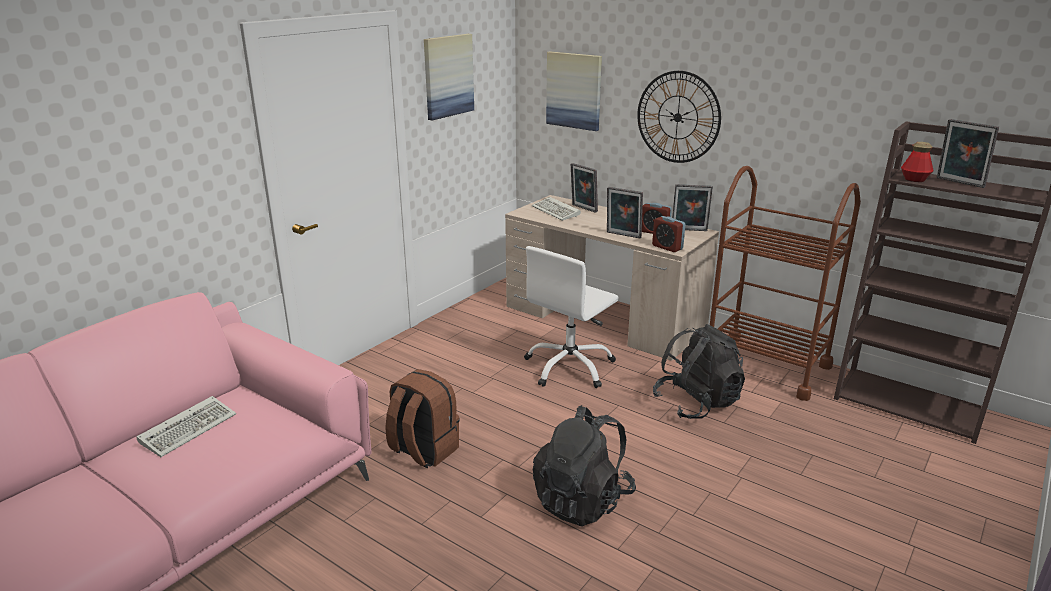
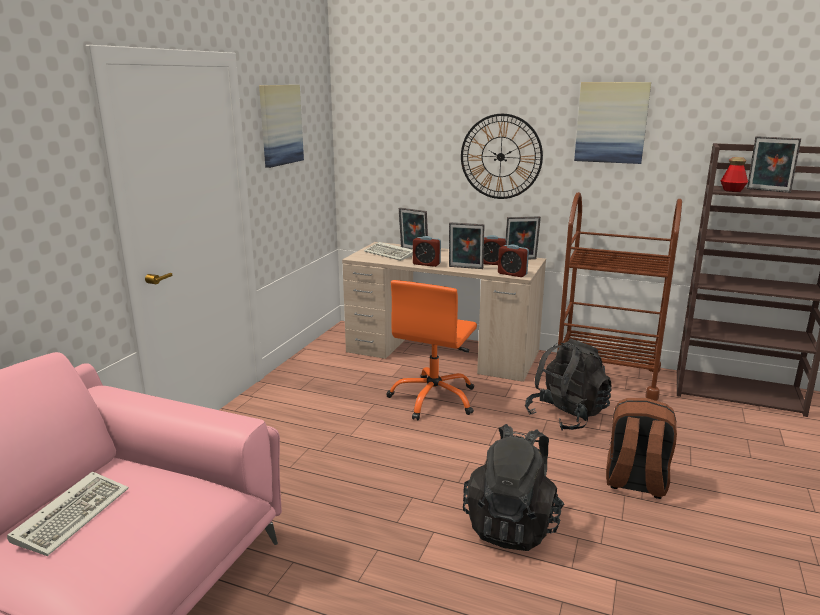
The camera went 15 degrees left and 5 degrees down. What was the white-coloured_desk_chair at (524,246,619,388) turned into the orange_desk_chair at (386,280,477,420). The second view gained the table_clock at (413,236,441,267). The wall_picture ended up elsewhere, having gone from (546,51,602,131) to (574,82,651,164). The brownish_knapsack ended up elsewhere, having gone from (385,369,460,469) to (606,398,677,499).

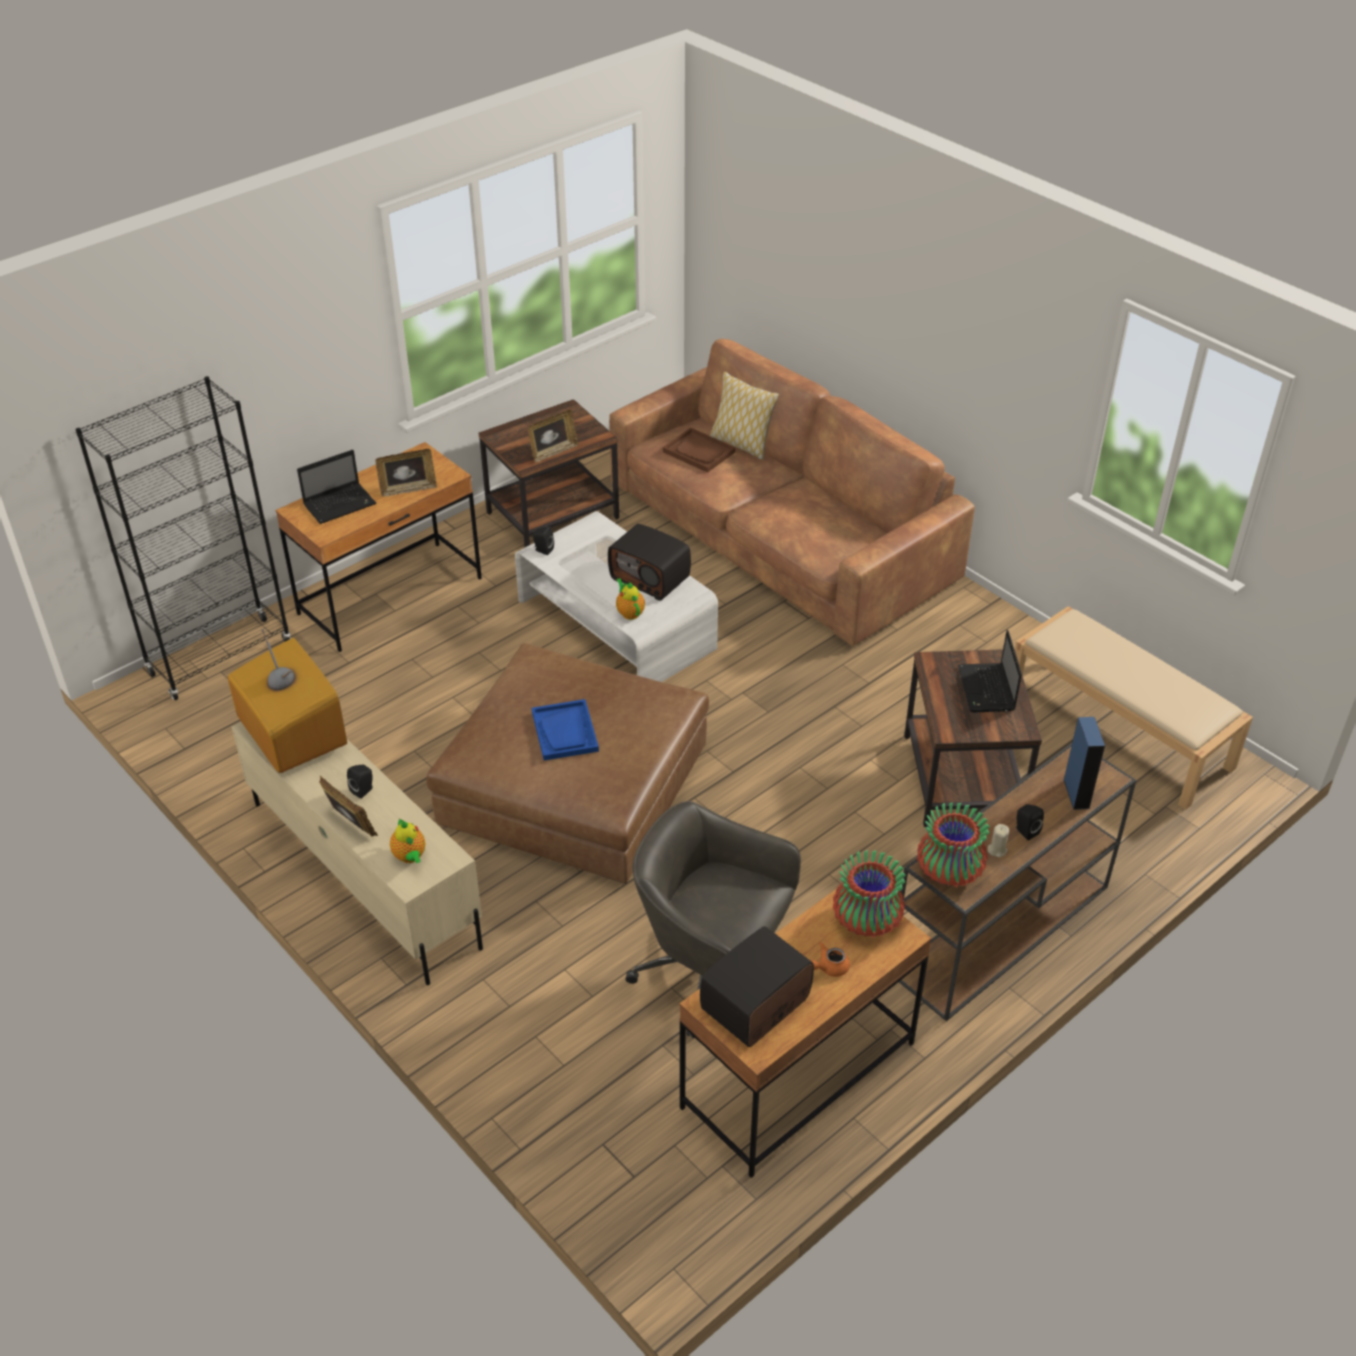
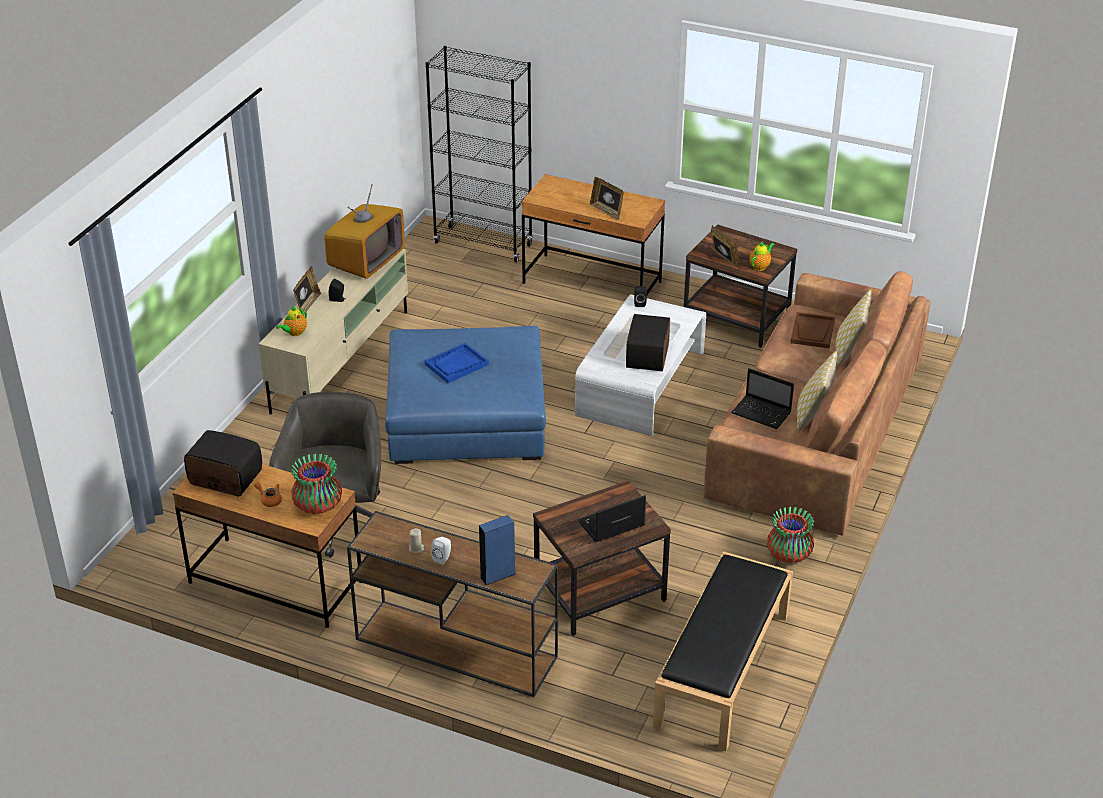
The camera went 65 degrees right and 5 degrees down. What was the brownish_ottoman at (426,643,709,884) turned into the blue-coloured_ottoman at (385,326,546,464). What was the black-coloured_audio_speaker at (1015,804,1044,840) turned into the white-coloured_audio_speaker at (431,537,451,565). What was the beige-coloured_bench at (1015,606,1253,809) turned into the black-coloured_bench at (653,552,793,751). The picture_frame at (528,410,579,463) ended up facing another way, 150 degrees counterclockwise from before. The portable_computer ended up elsewhere, having gone from (297,450,376,524) to (731,368,794,429). The pot_for_tea ended up elsewhere, having gone from (616,578,645,620) to (749,242,775,271). The flower_vase ended up elsewhere, having gone from (917,802,990,887) to (767,507,814,563). The second view gained the pillow at (797,351,837,431).

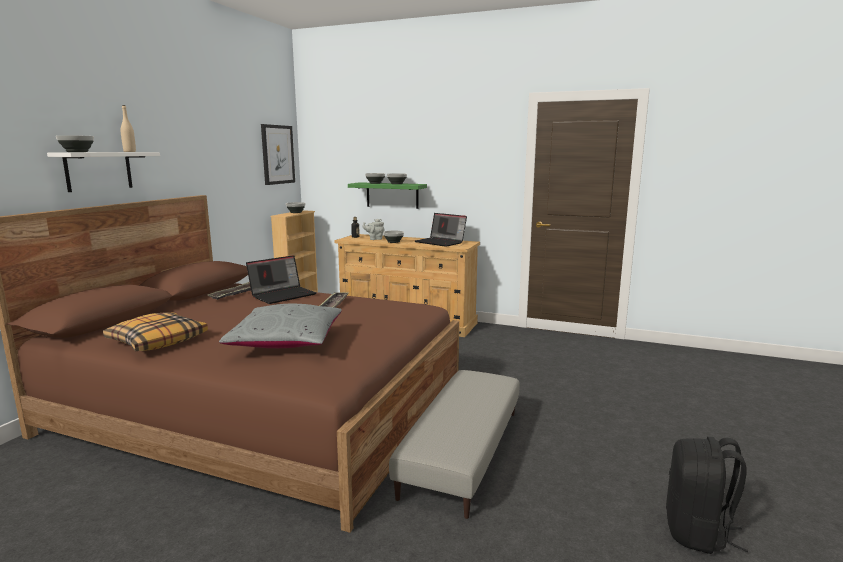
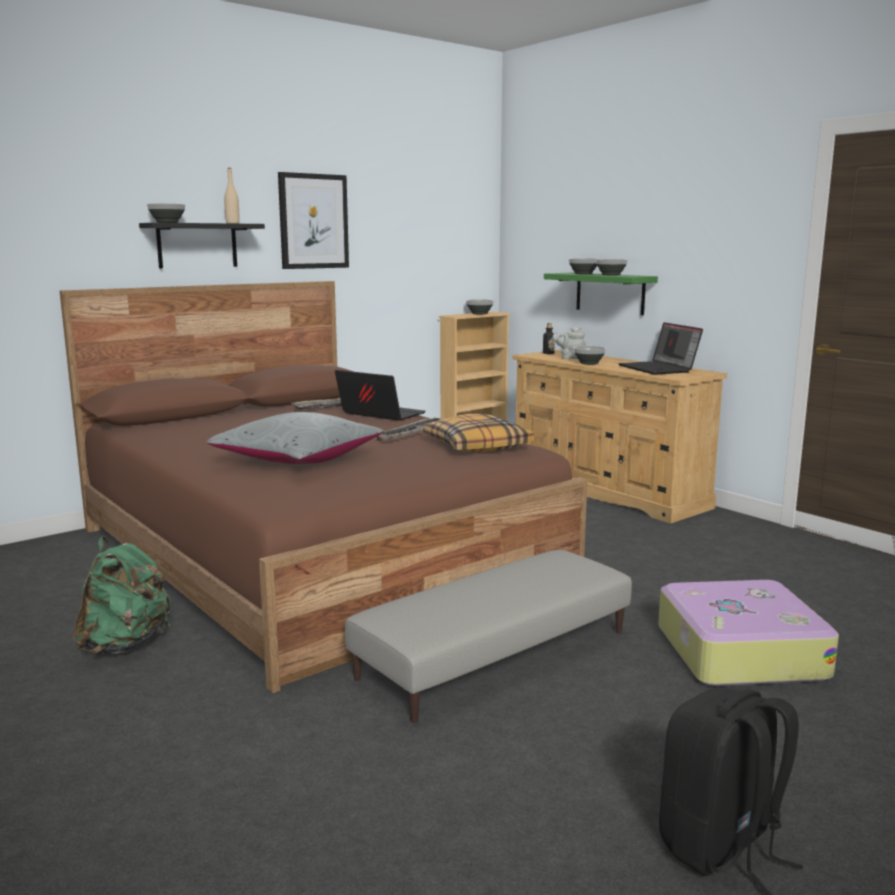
The camera went 30 degrees right and 0 degrees up. The second view gained the greenish_knapsack at (74,535,172,654). What was the white-coloured_wall_shelf at (47,152,160,192) turned into the black-coloured_wall_shelf at (139,223,265,268). The wall_picture ended up elsewhere, having gone from (261,124,295,185) to (278,172,349,269). The portable_computer at (246,255,316,304) ended up facing another way, 135 degrees counterclockwise from before. The pillow ended up elsewhere, having gone from (103,312,208,351) to (423,414,534,452). The second view gained the piece_of_luggage at (658,580,839,686).

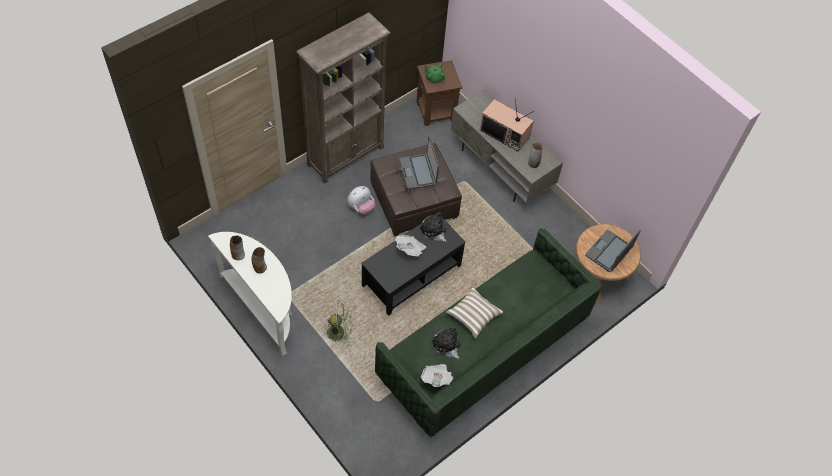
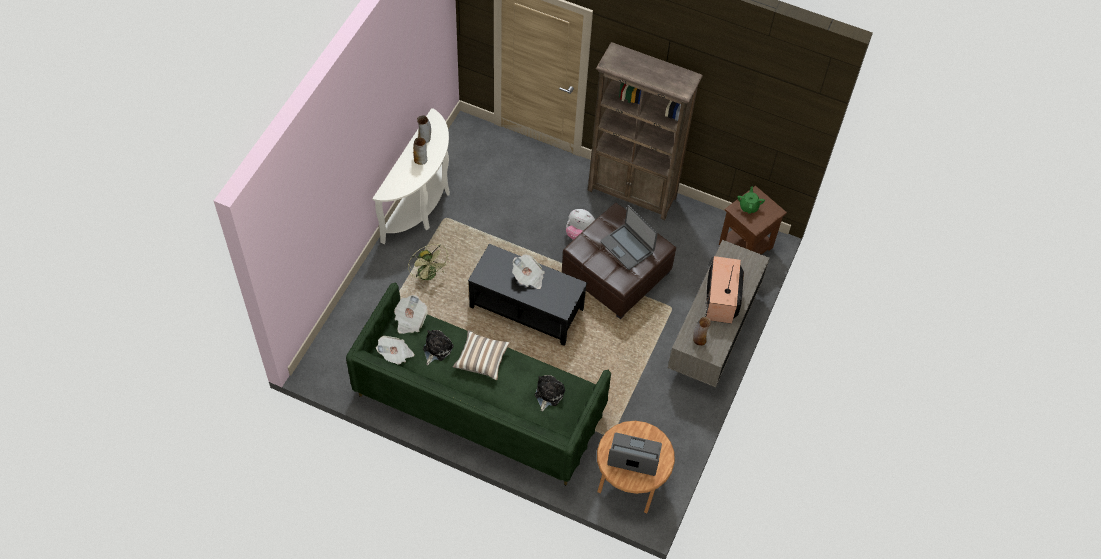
The camera went 65 degrees right and 0 degrees up. The second view gained the newspaper at (394,295,428,334). The cuddly_toy ended up elsewhere, having gone from (420,212,447,242) to (535,375,565,412). The portable_computer at (399,136,439,189) ended up facing another way, 90 degrees counterclockwise from before.

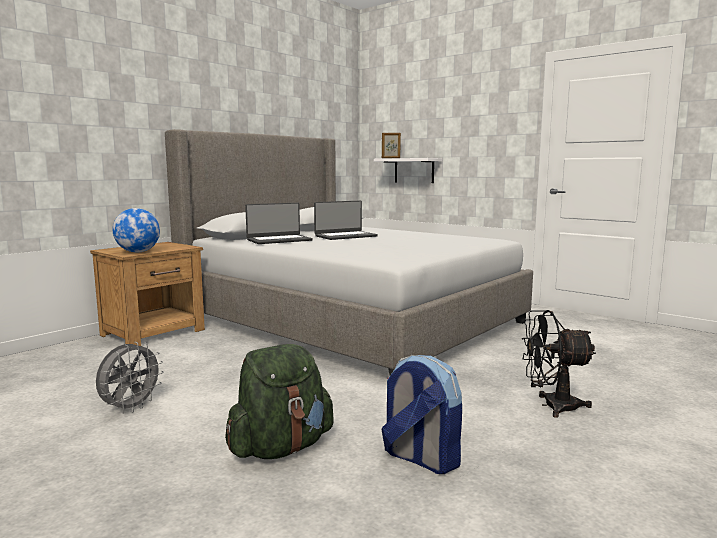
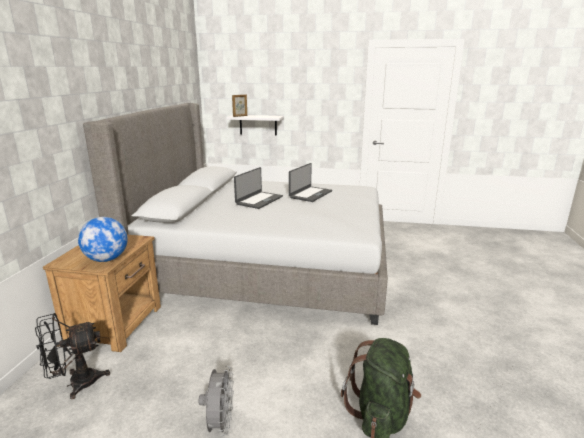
The camera went 30 degrees left and 10 degrees up. The black-coloured_cooling_fan ended up elsewhere, having gone from (522,310,596,418) to (35,313,110,399). The portable_computer ended up elsewhere, having gone from (245,203,313,244) to (289,163,332,202). The second view lost the knapsack at (381,355,462,474).

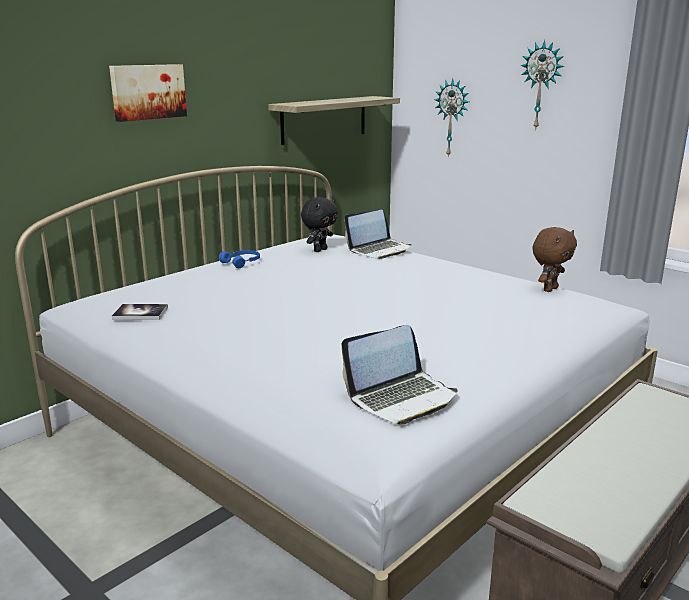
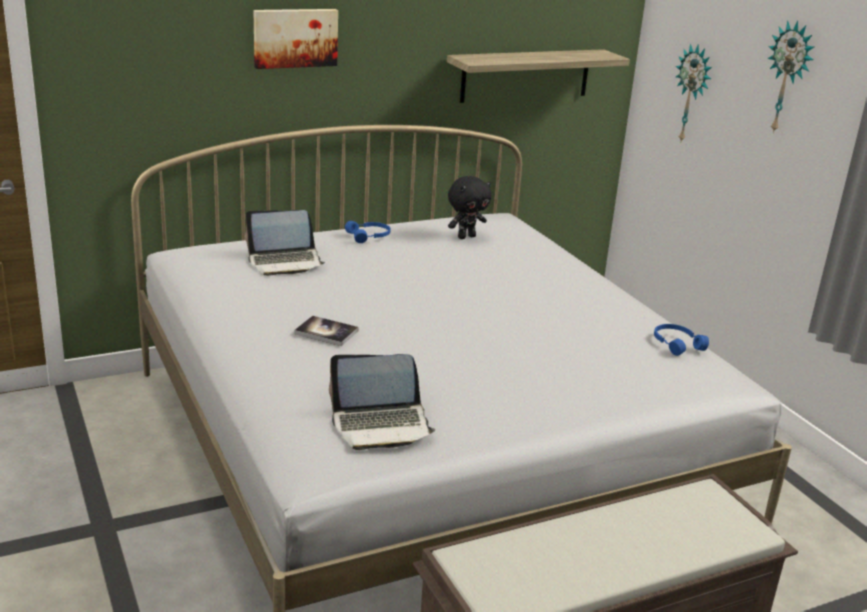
The camera went 20 degrees right and 5 degrees up. The portable_computer ended up elsewhere, having gone from (344,210,412,259) to (245,210,325,276). The book ended up elsewhere, having gone from (112,304,168,320) to (294,316,359,346). Where the brownish_cuddly_toy stood at (532,227,577,292), the blue-coloured_pair_of_headphones came to stand at (654,324,709,356).

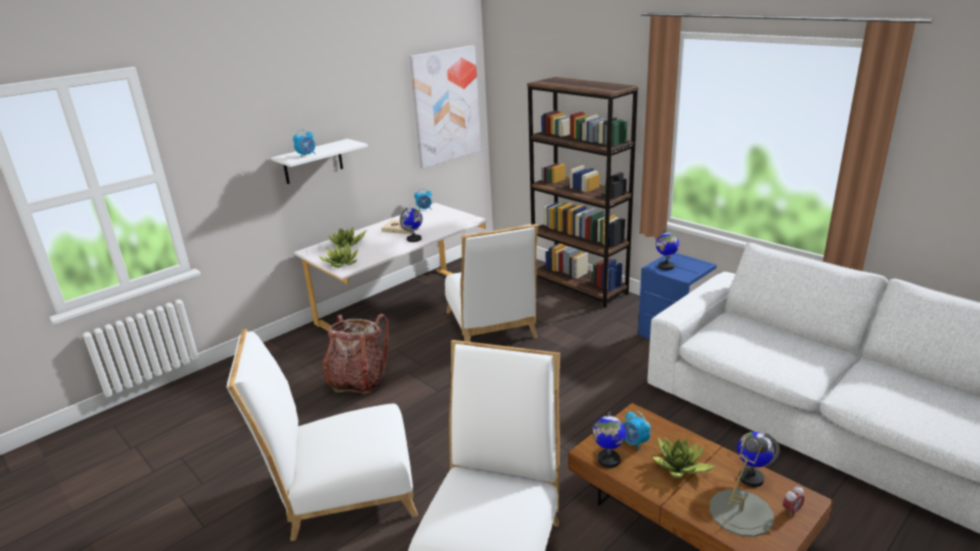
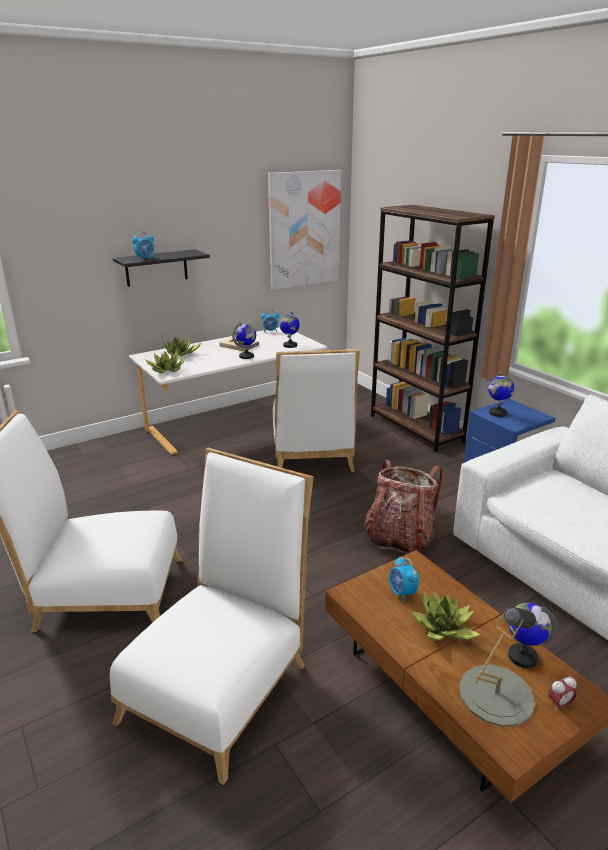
The camera went 10 degrees right and 0 degrees up. What was the white-coloured_wall_shelf at (271,139,368,184) turned into the black-coloured_wall_shelf at (113,249,210,287). The world_globe ended up elsewhere, having gone from (593,411,626,468) to (280,311,300,348). The knapsack ended up elsewhere, having gone from (323,313,388,394) to (364,460,443,554).

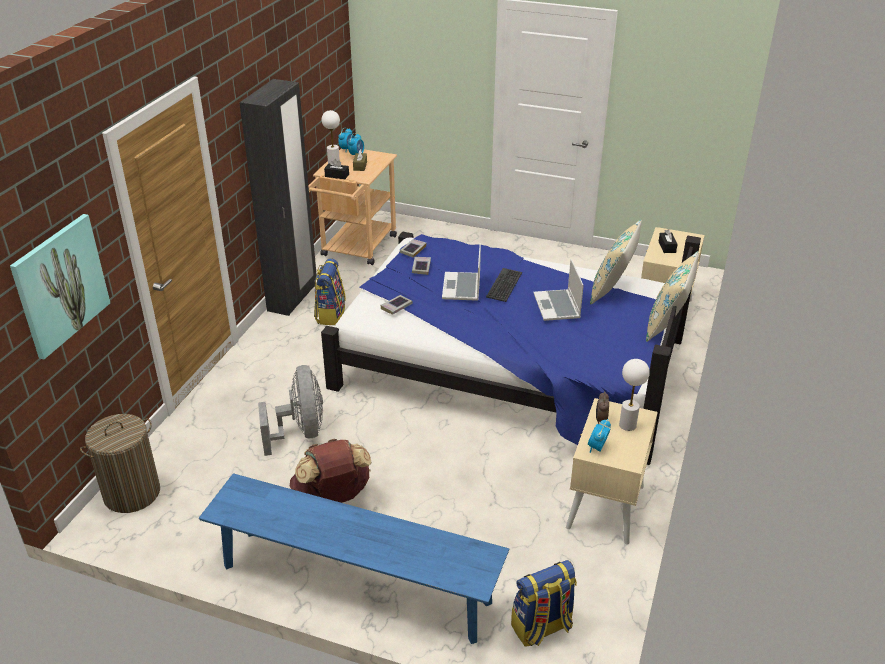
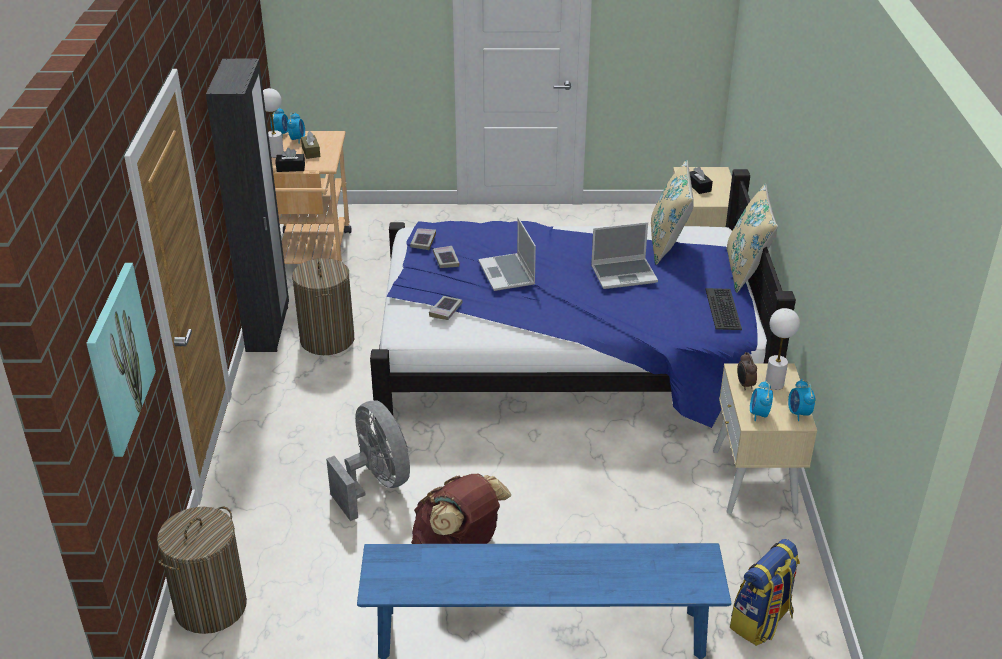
The camera went 20 degrees left and 0 degrees up. Where the knapsack stood at (314,258,346,325), the hamper came to stand at (292,258,354,355). The portable_computer at (533,259,584,321) ended up facing another way, 75 degrees counterclockwise from before. The keyboard ended up elsewhere, having gone from (486,268,522,302) to (705,288,742,330). The second view gained the table_clock at (788,379,816,421).

